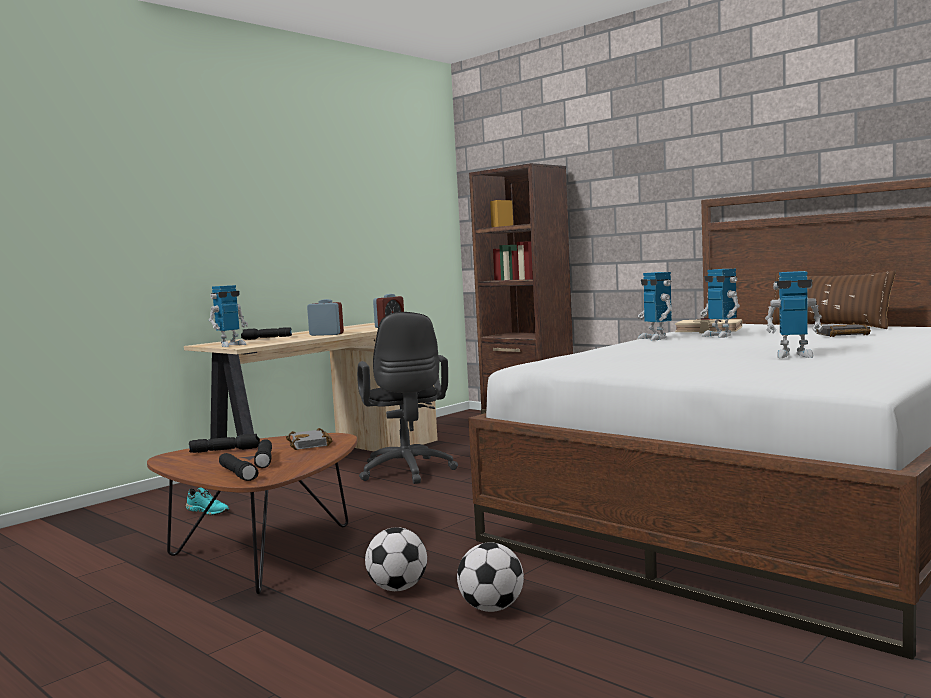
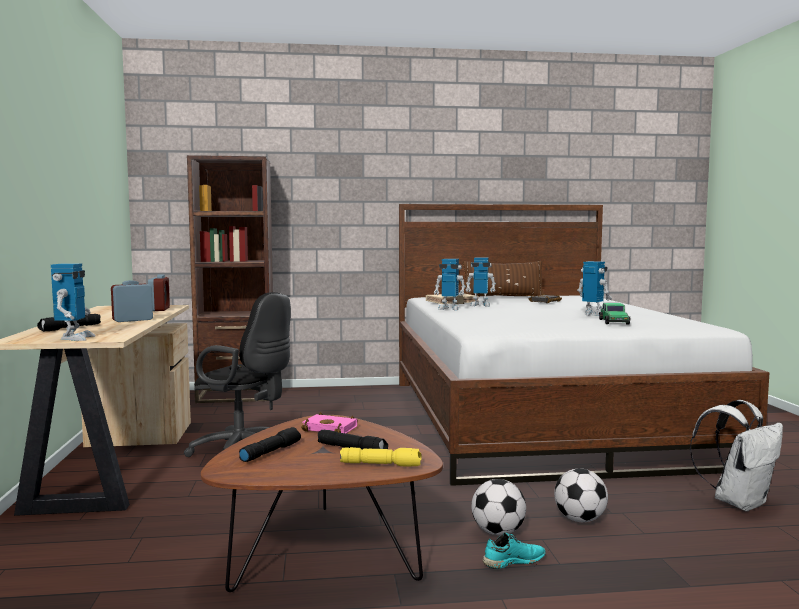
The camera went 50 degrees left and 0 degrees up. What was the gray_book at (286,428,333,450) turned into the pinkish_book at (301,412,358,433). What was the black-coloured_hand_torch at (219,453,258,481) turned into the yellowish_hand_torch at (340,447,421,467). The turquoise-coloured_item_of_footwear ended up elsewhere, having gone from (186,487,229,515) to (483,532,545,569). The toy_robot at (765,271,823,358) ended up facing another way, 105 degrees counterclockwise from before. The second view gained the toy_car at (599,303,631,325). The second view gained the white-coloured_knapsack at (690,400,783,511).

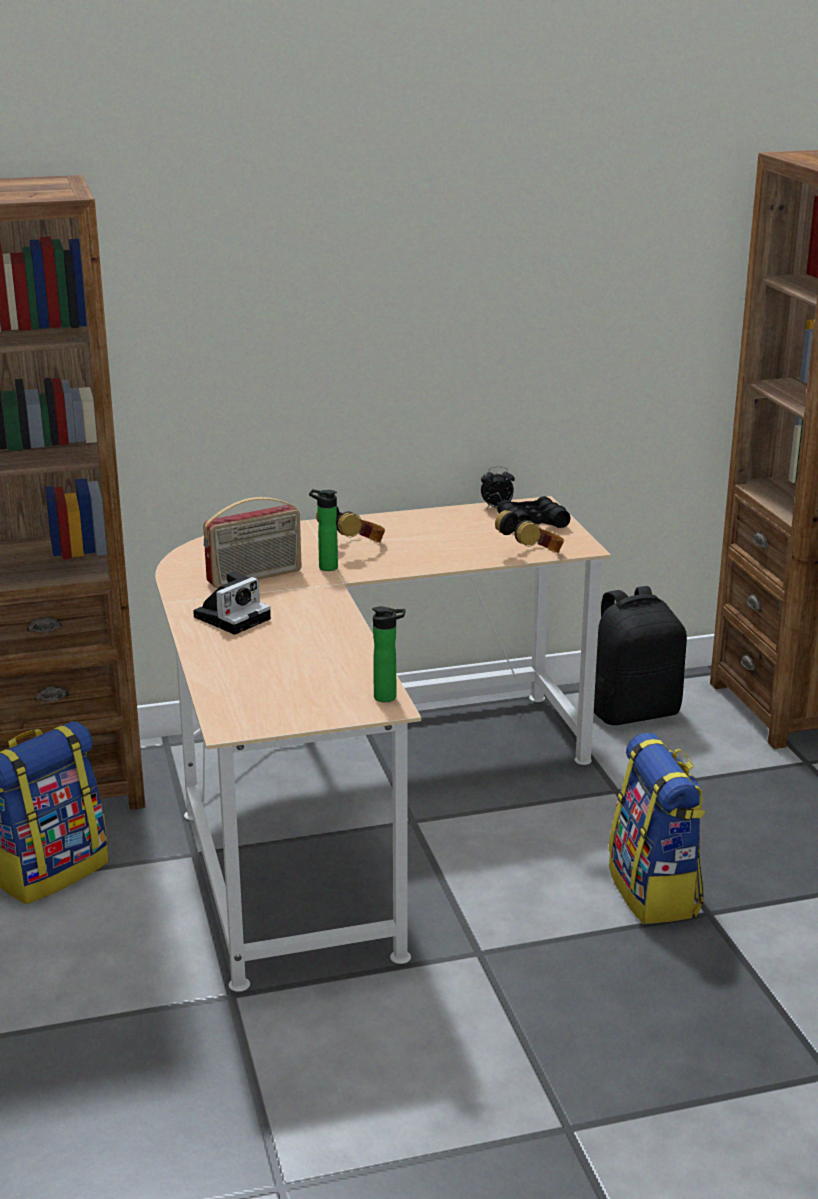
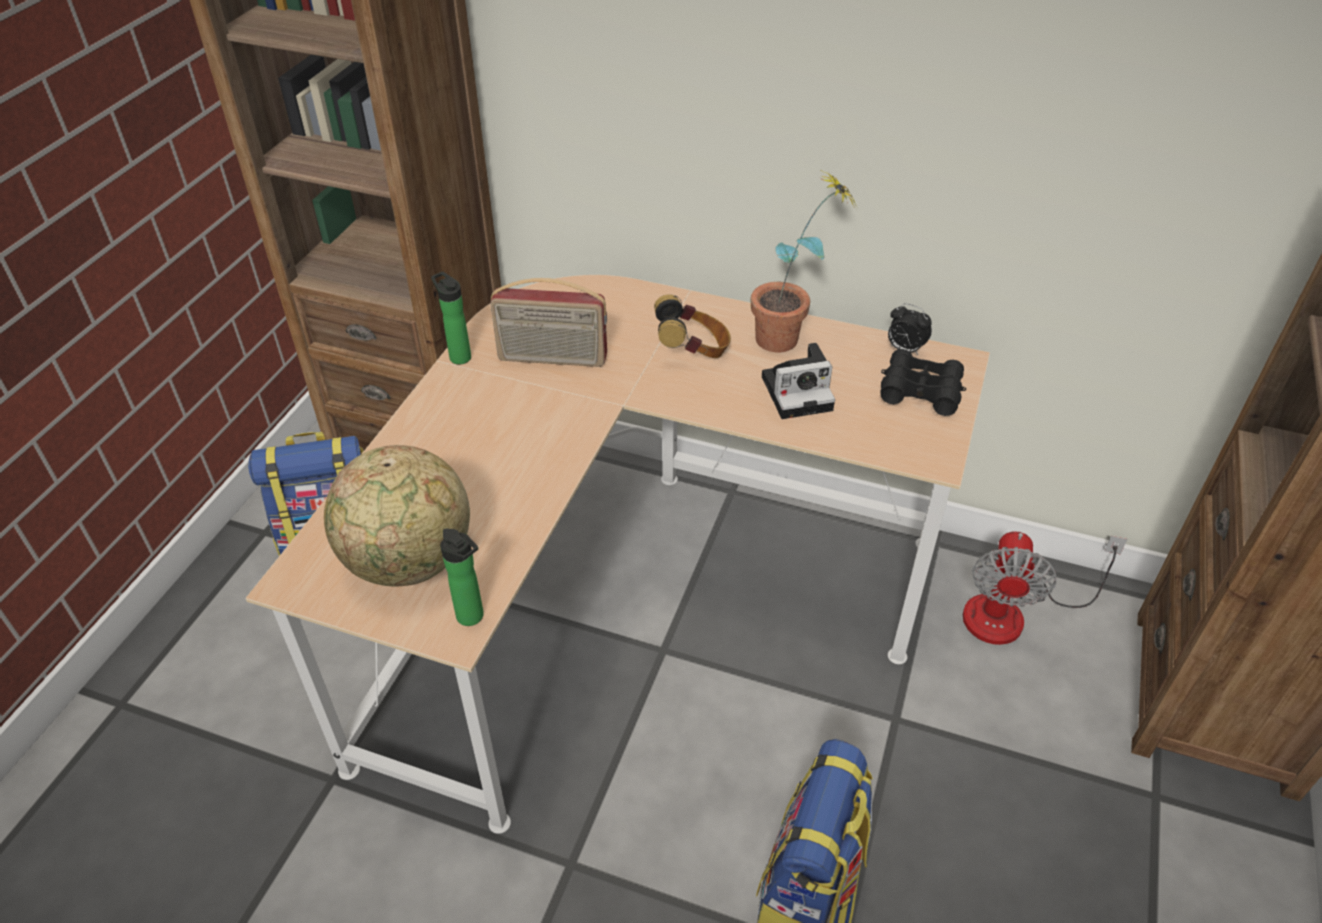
The camera went 35 degrees right and 20 degrees up. The second view gained the world_globe at (324,445,470,587). The drink_bottle ended up elsewhere, having gone from (309,489,338,571) to (431,272,471,365). The second view gained the plant_in_a_pot at (751,169,860,352). The still_camera ended up elsewhere, having gone from (193,571,271,635) to (762,343,835,419). Where the black-coloured_knapsack stood at (594,586,687,725), the cooling_fan came to stand at (963,532,1127,645). The second view lost the pair_of_headphones at (495,510,564,553).

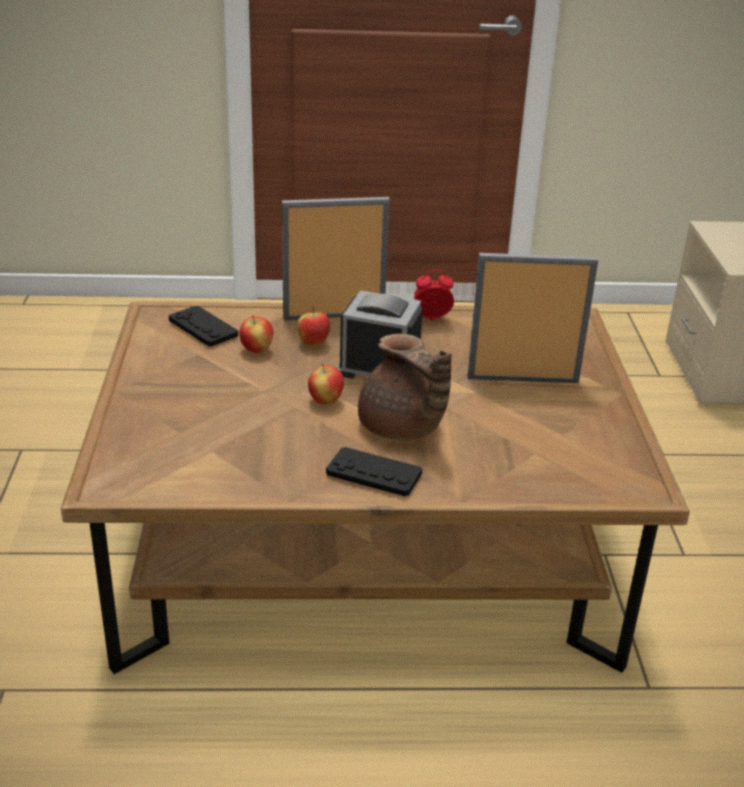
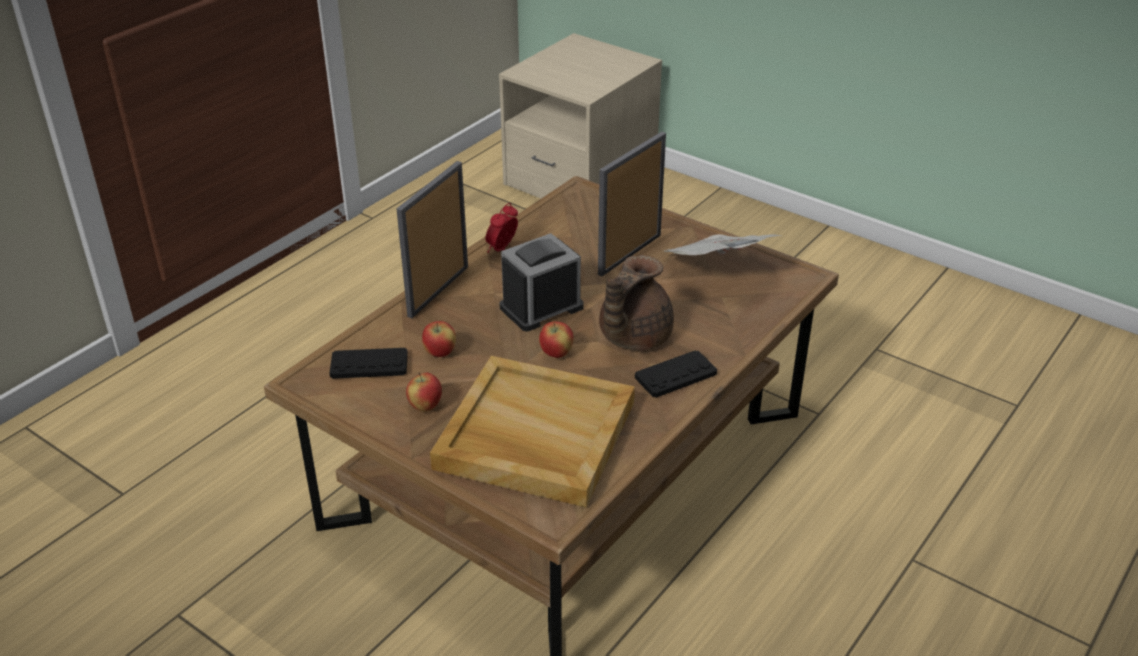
The camera went 50 degrees left and 5 degrees up. The whole_apple ended up elsewhere, having gone from (297,307,330,347) to (406,373,442,412). The second view gained the beige-coloured_tray at (430,356,635,508). The brownish_pot_for_tea at (358,334,452,440) ended up facing another way, 120 degrees clockwise from before. The second view gained the newspaper at (663,234,782,255).

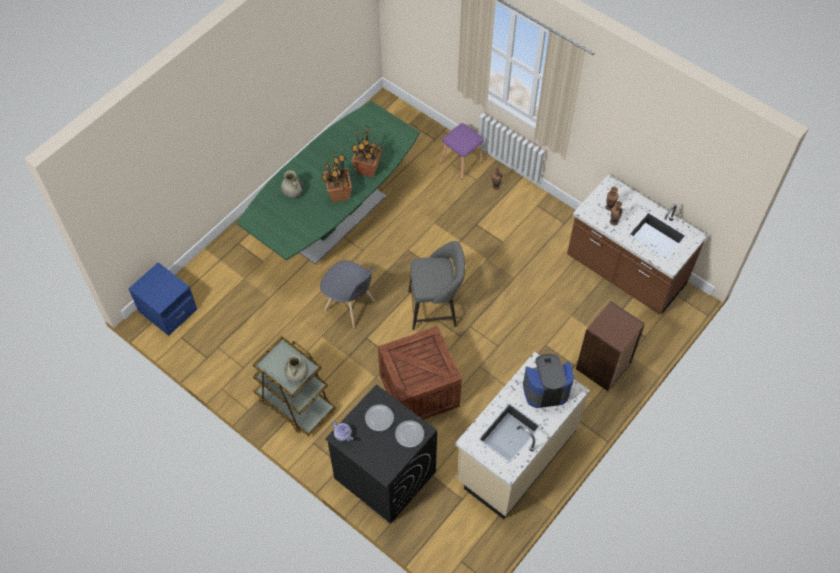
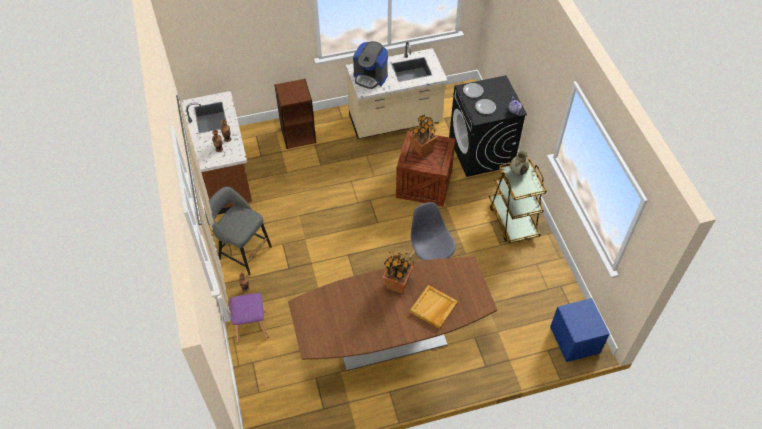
The camera went 145 degrees left and 5 degrees down. The gray_stool ended up elsewhere, having gone from (408,241,465,330) to (204,187,272,275). What was the greenish_kitchen_table at (237,101,420,265) turned into the brownish_kitchen_table at (288,257,497,371). The plant_in_a_pot ended up elsewhere, having gone from (351,126,382,178) to (409,115,437,157). Where the beige-coloured_flower_vase stood at (281,170,303,198), the beige-coloured_tray came to stand at (410,285,458,329).

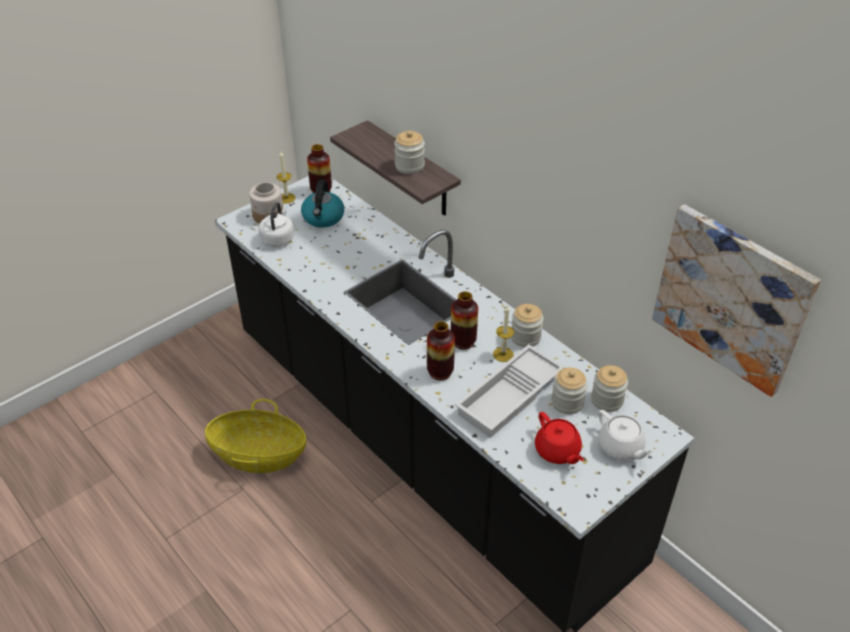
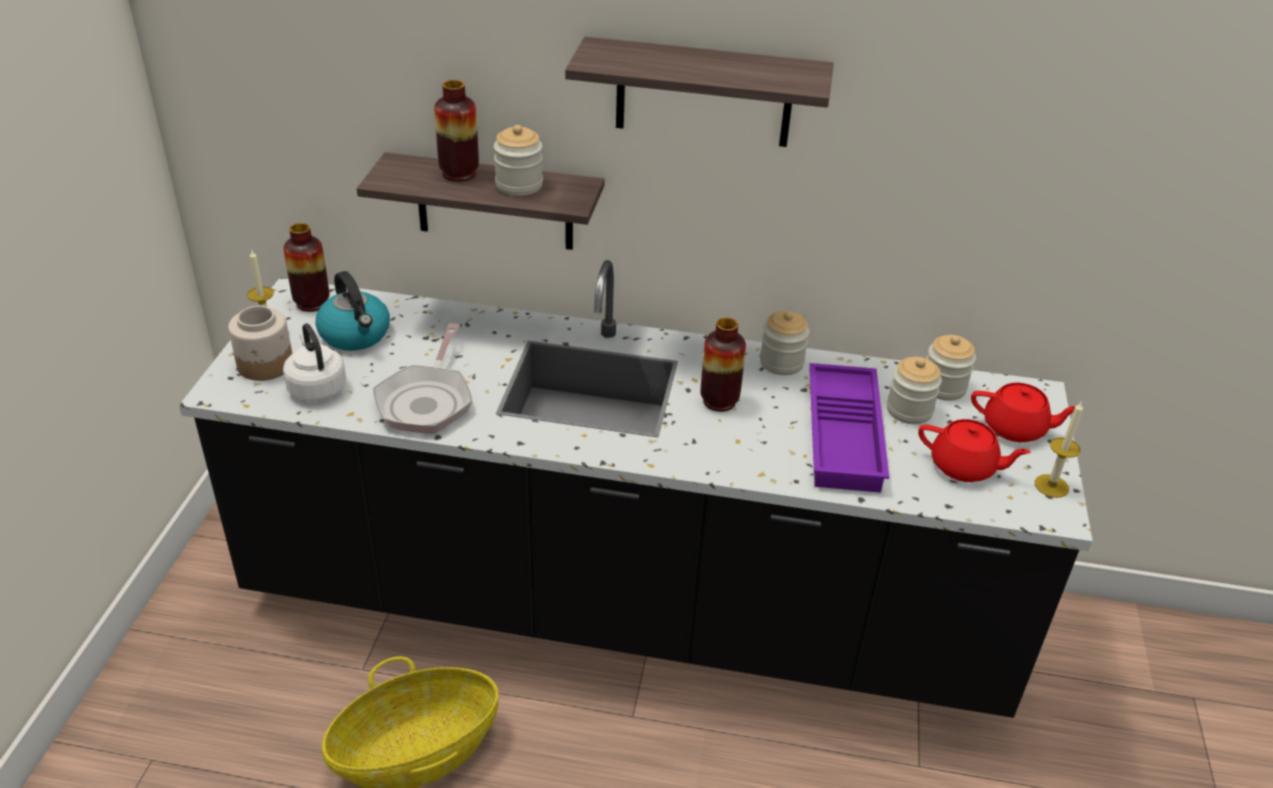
The camera went 40 degrees left and 5 degrees down. The second view gained the frying_pan at (373,323,472,434). The flower_vase ended up elsewhere, having gone from (427,321,455,380) to (434,80,479,182). The second view gained the wall_shelf at (565,37,834,147). What was the white-coloured_tray at (455,344,565,438) turned into the purple-coloured_tray at (809,363,889,493). What was the white-coloured_pot_for_tea at (598,410,654,460) turned into the red_pot_for_tea at (971,383,1076,442). The wax_light ended up elsewhere, having gone from (493,305,514,362) to (1035,401,1083,498). The second view lost the wall_picture at (652,204,821,397).

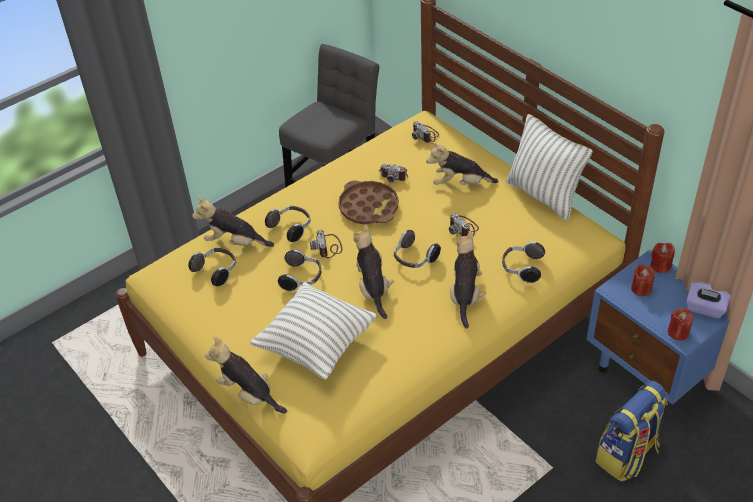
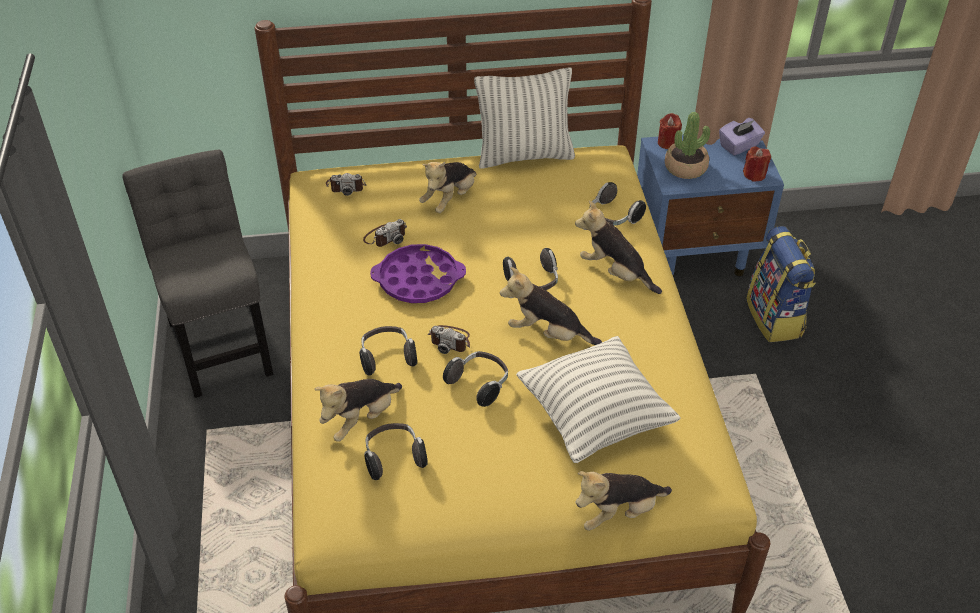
The camera went 60 degrees left and 0 degrees up. What was the brownish_tray at (338,180,399,225) turned into the purple-coloured_tray at (370,244,466,303). Where the red_wax_light stood at (631,264,655,296), the plant_in_a_pot came to stand at (665,112,710,179). The second view lost the still_camera at (449,213,479,237).

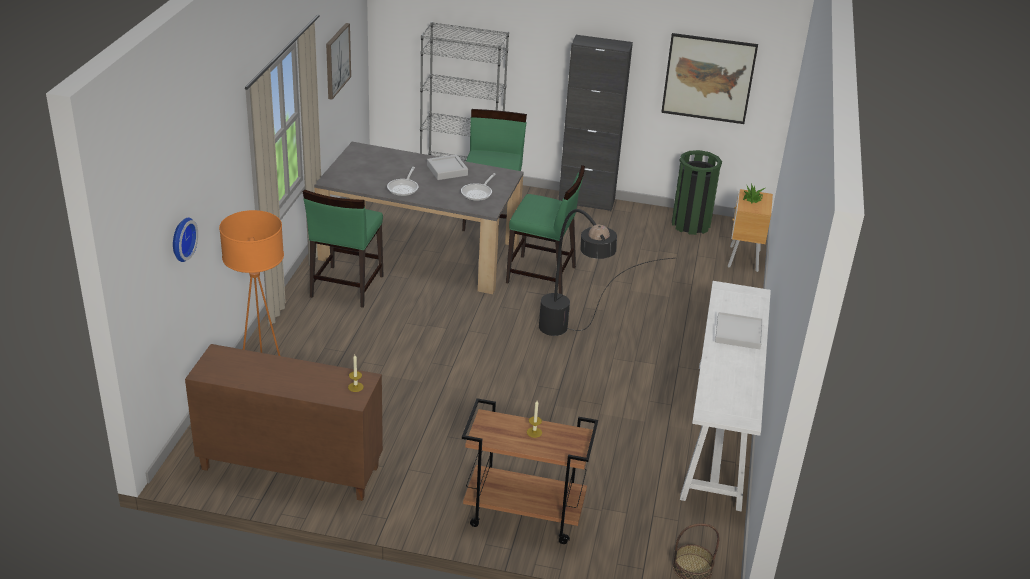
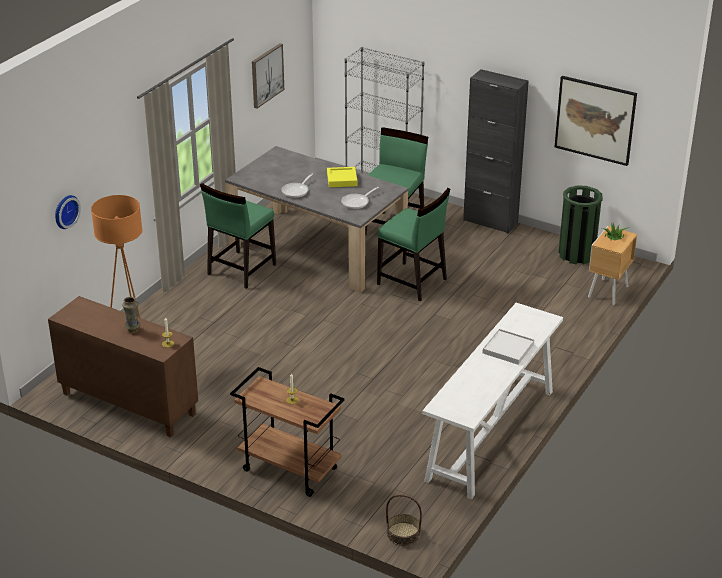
The camera went 20 degrees right and 0 degrees up. The second view gained the flower_vase at (122,297,140,333). What was the gray_tray at (427,155,468,180) turned into the yellowish_tray at (327,167,357,187). The second view lost the black-coloured_floor_lamp at (539,209,674,336).

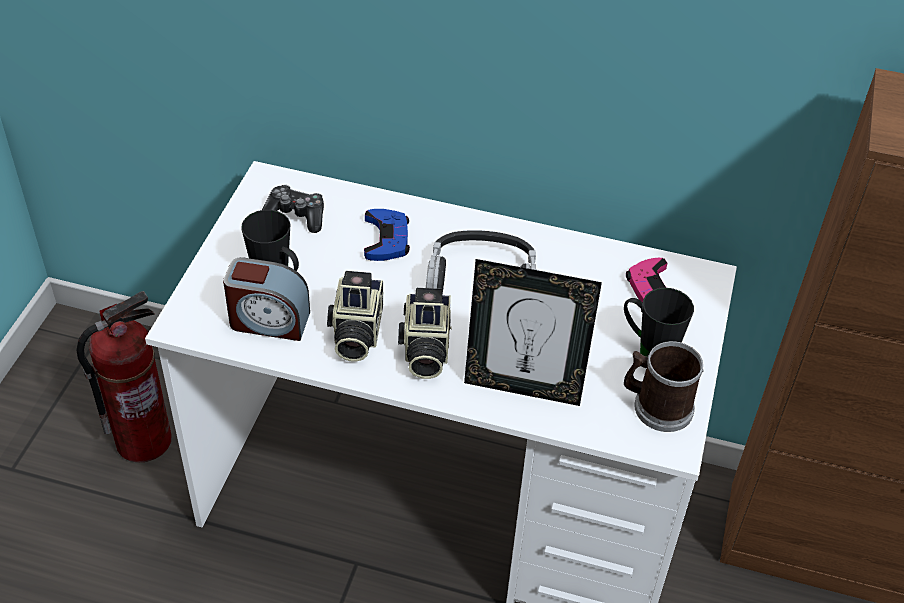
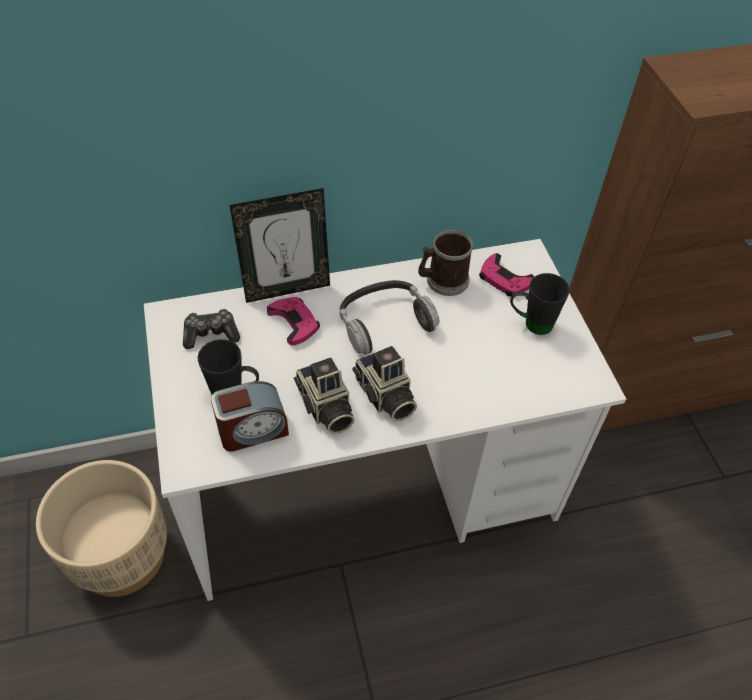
The camera went 30 degrees left and 5 degrees up. Where the extinguisher stood at (77,291,172,463), the beige-coloured_plant_pot came to stand at (36,460,167,597). The picture_frame ended up elsewhere, having gone from (464,259,602,406) to (230,188,330,303). What was the blue-coloured_gamepad at (364,209,410,261) turned into the pinkish_gamepad at (267,297,320,346). The mug ended up elsewhere, having gone from (624,341,704,432) to (418,230,473,296).

